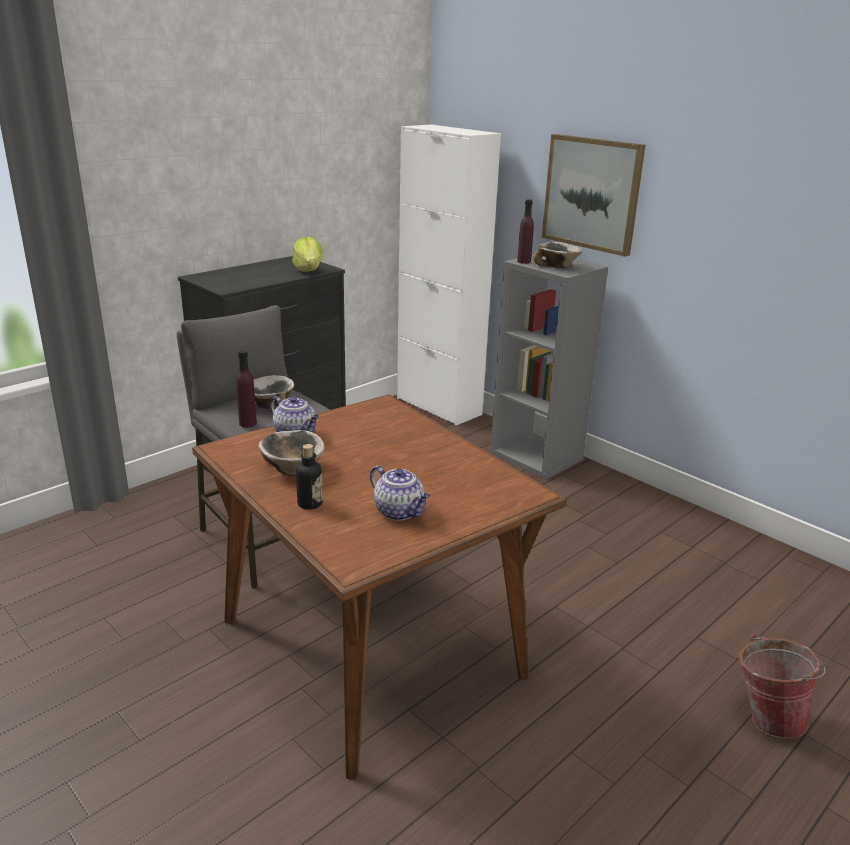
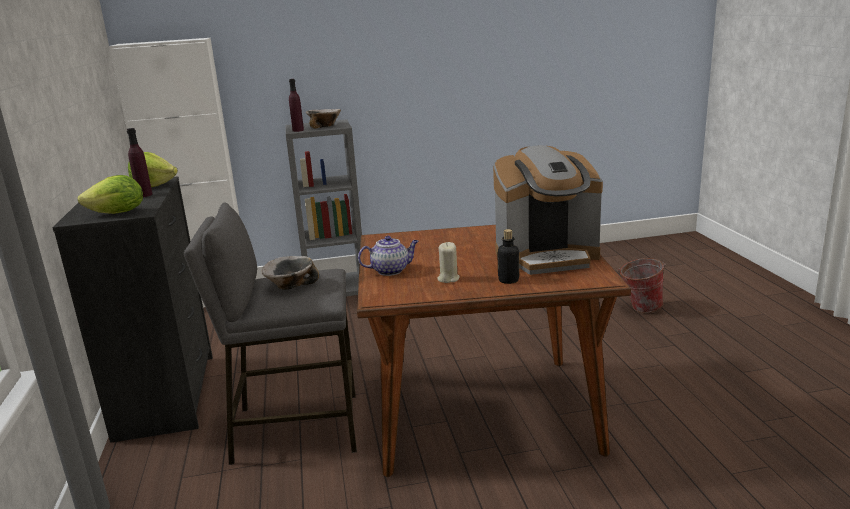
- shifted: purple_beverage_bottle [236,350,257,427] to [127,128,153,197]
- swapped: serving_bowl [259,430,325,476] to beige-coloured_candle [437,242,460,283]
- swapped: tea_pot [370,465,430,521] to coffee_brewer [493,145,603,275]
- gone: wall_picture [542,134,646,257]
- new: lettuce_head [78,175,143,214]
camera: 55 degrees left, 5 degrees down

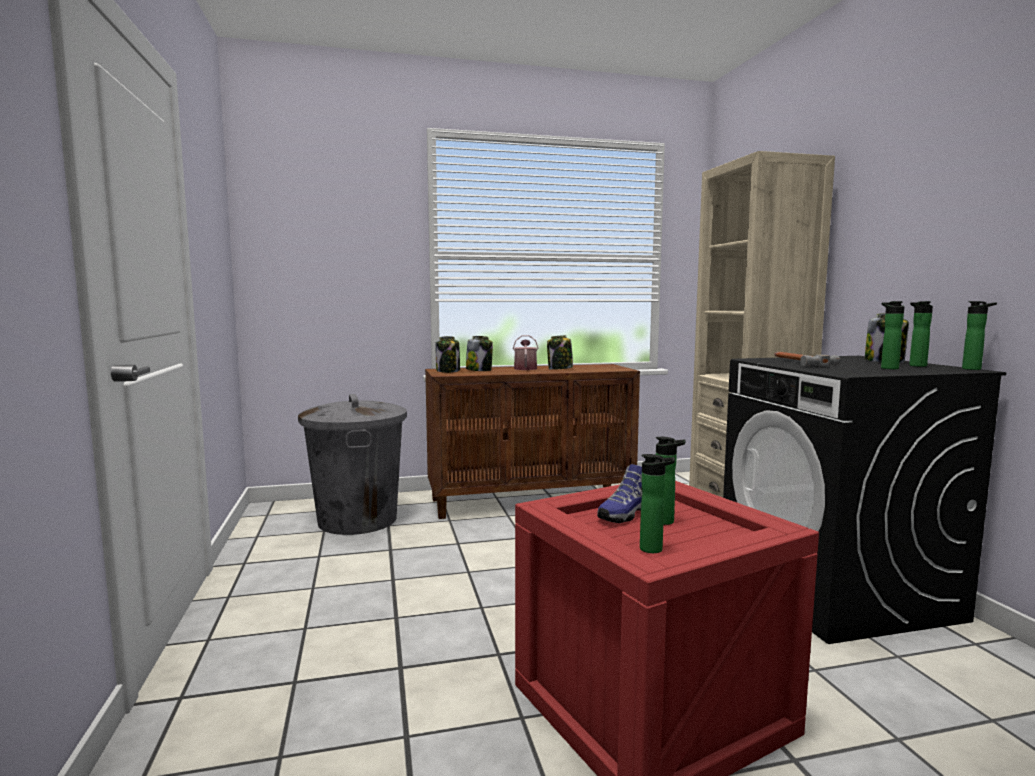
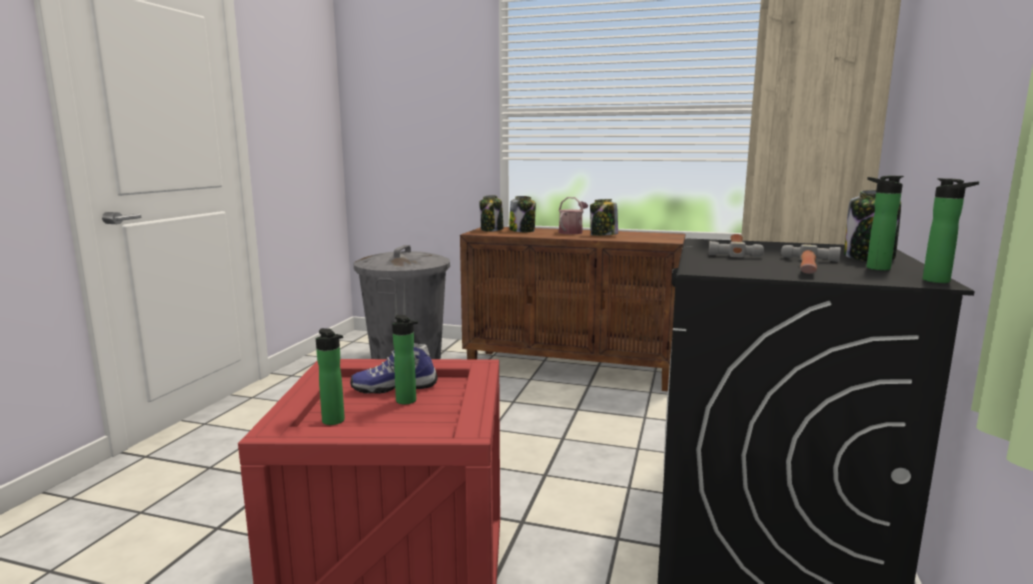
- swapped: beverage_bottle [881,301,905,369] to hammer [781,244,841,274]
camera: 30 degrees right, 5 degrees up

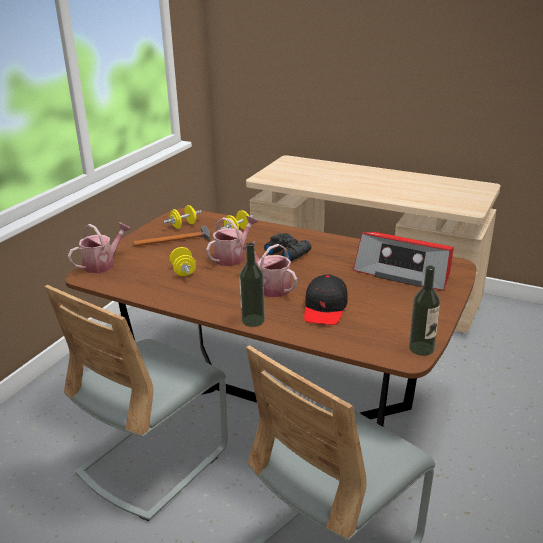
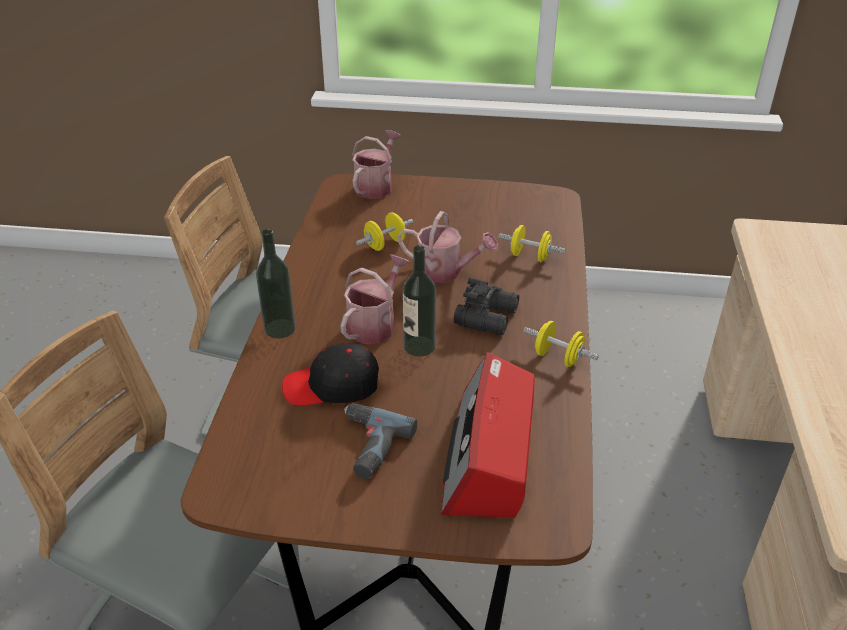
- rotated: watering_can [68,223,131,273] = [352,130,401,199] 90 degrees counterclockwise
- gone: hammer [133,226,210,247]
- shifted: yellowish_dumbbell [163,205,202,229] to [524,321,599,367]
- shifted: beverage_bottle [409,265,440,356] to [402,245,436,357]
- new: drill [344,403,417,479]
camera: 70 degrees right, 10 degrees up

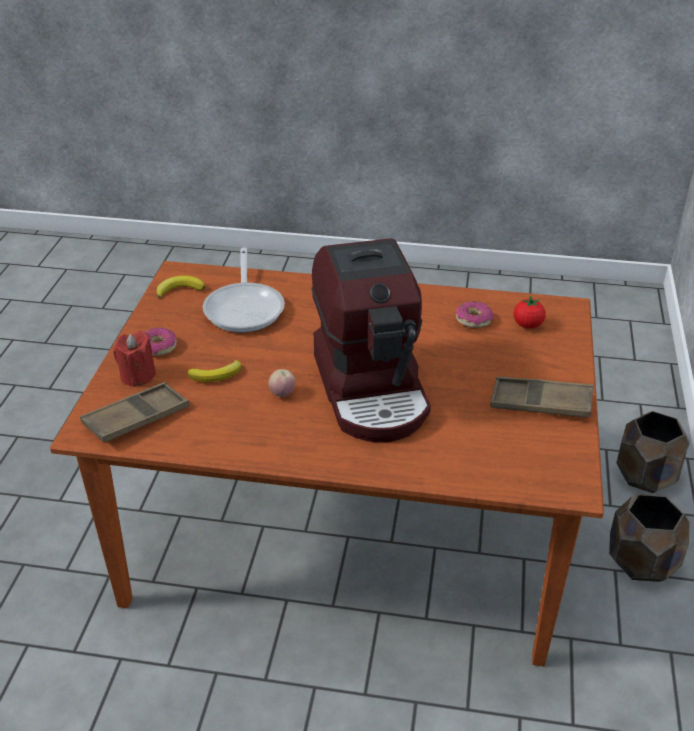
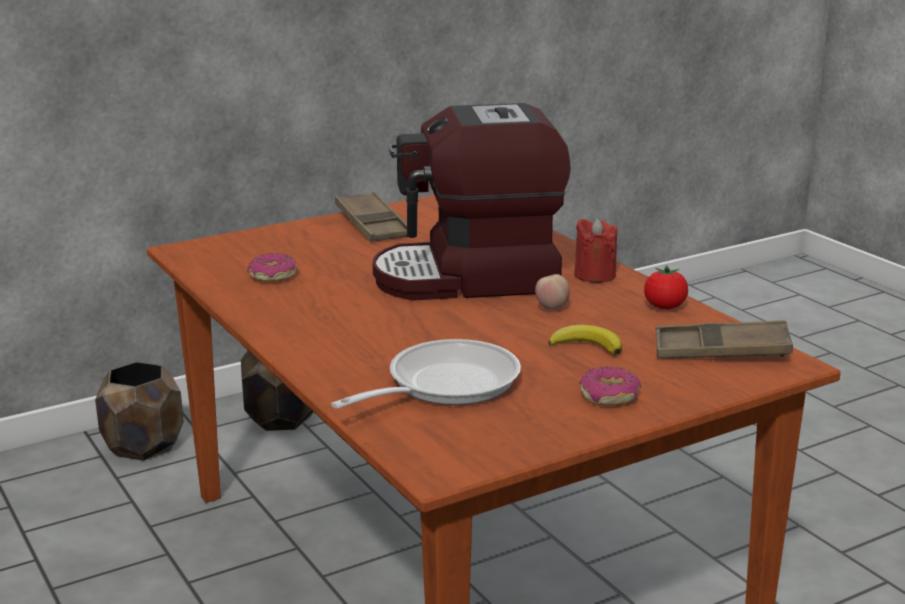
- shifted: reddish_candle [114,331,156,387] to [574,218,617,283]
- gone: banana [157,275,205,298]
- rotated: coffee_brewer [311,238,431,442] = [372,103,571,301] 135 degrees counterclockwise
- shifted: tomato [514,296,546,329] to [644,265,688,309]
camera: 130 degrees left, 15 degrees down

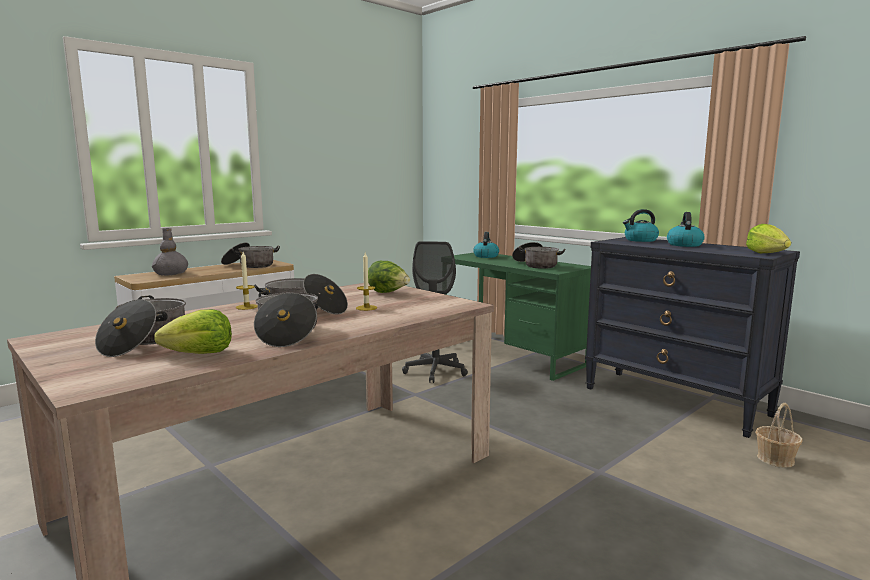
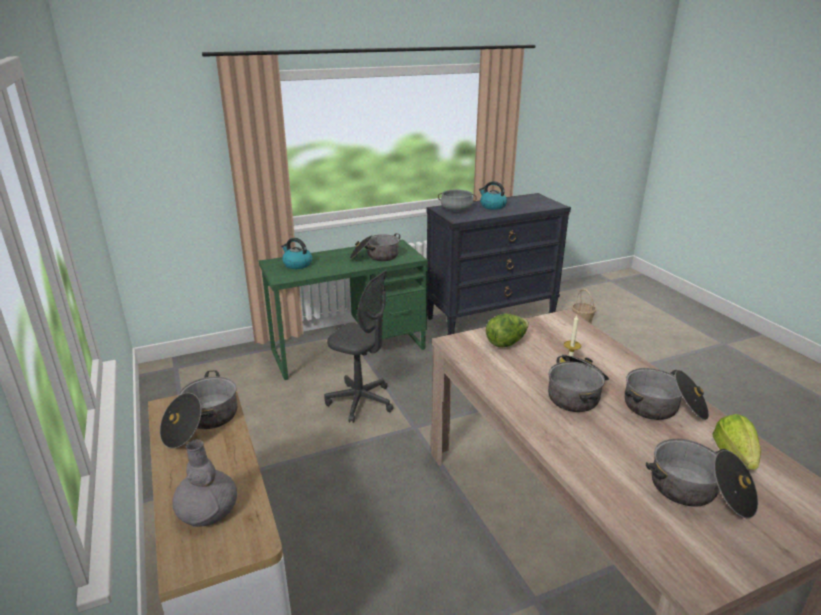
- gone: candle [236,252,258,310]
- swapped: water_kettle [623,209,659,242] to gray_saucepot [438,190,477,211]
- gone: lettuce_head [746,224,791,253]
camera: 70 degrees left, 15 degrees up

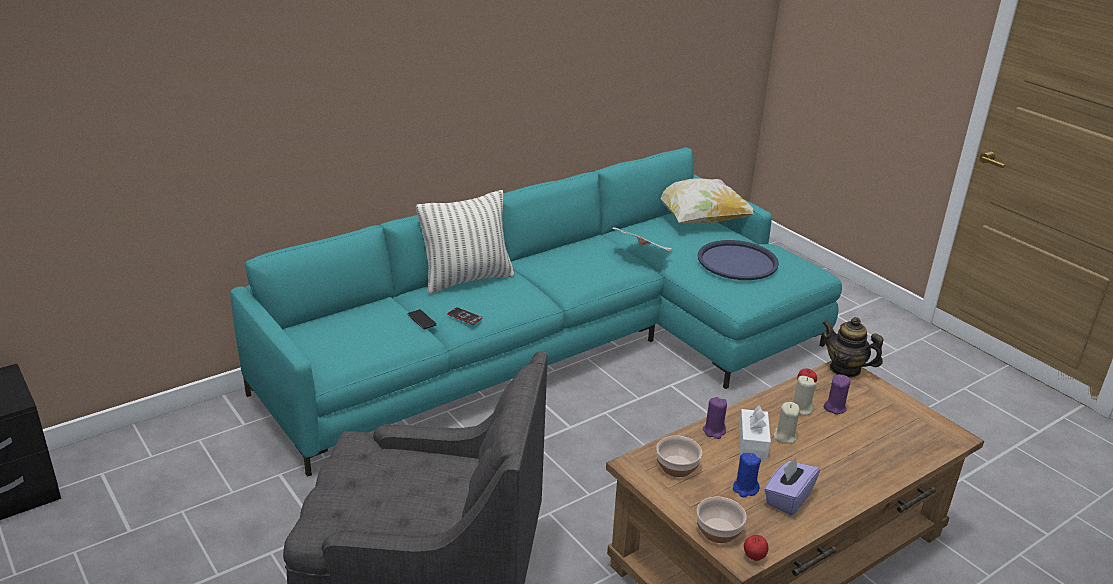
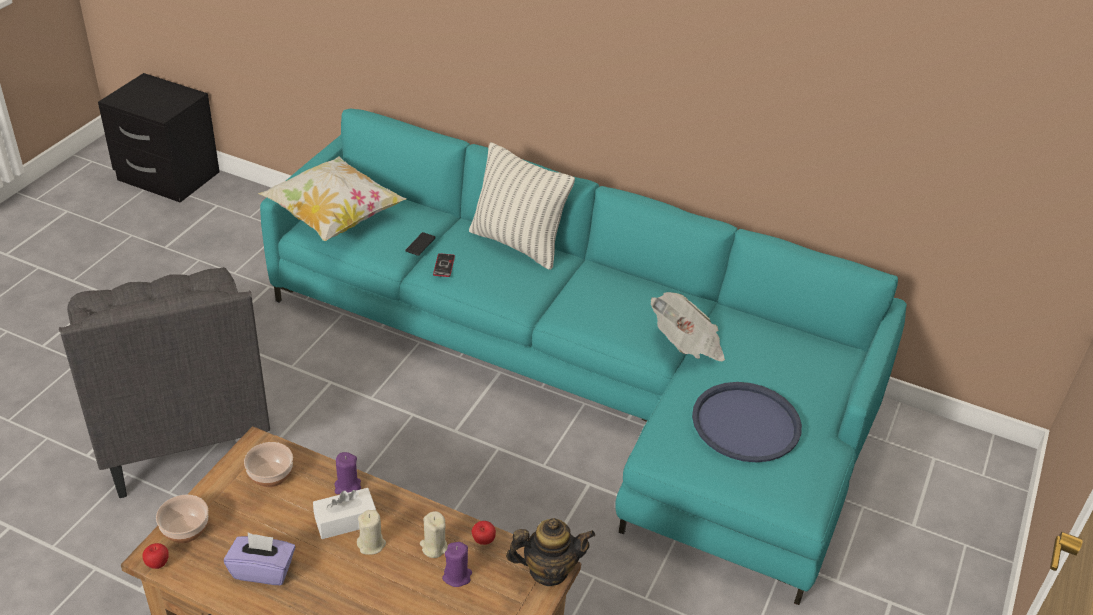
- shifted: cushion [660,178,754,224] to [258,156,406,241]
- gone: blue-coloured_candle [733,453,761,498]
- rotated: tea_pot [822,317,884,378] = [506,518,595,586] 75 degrees clockwise
camera: 60 degrees right, 10 degrees up

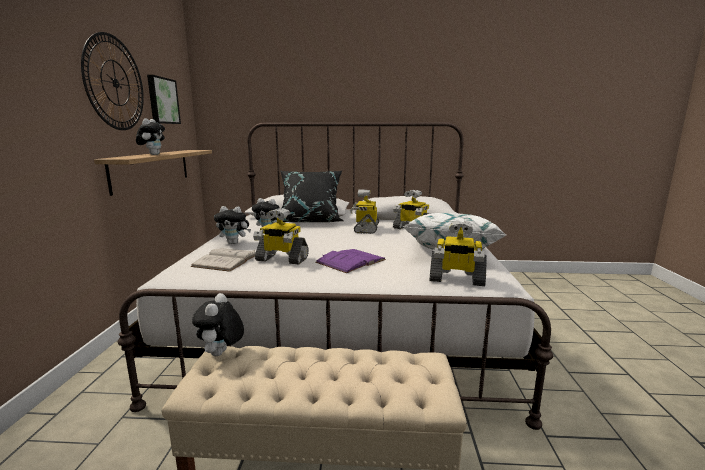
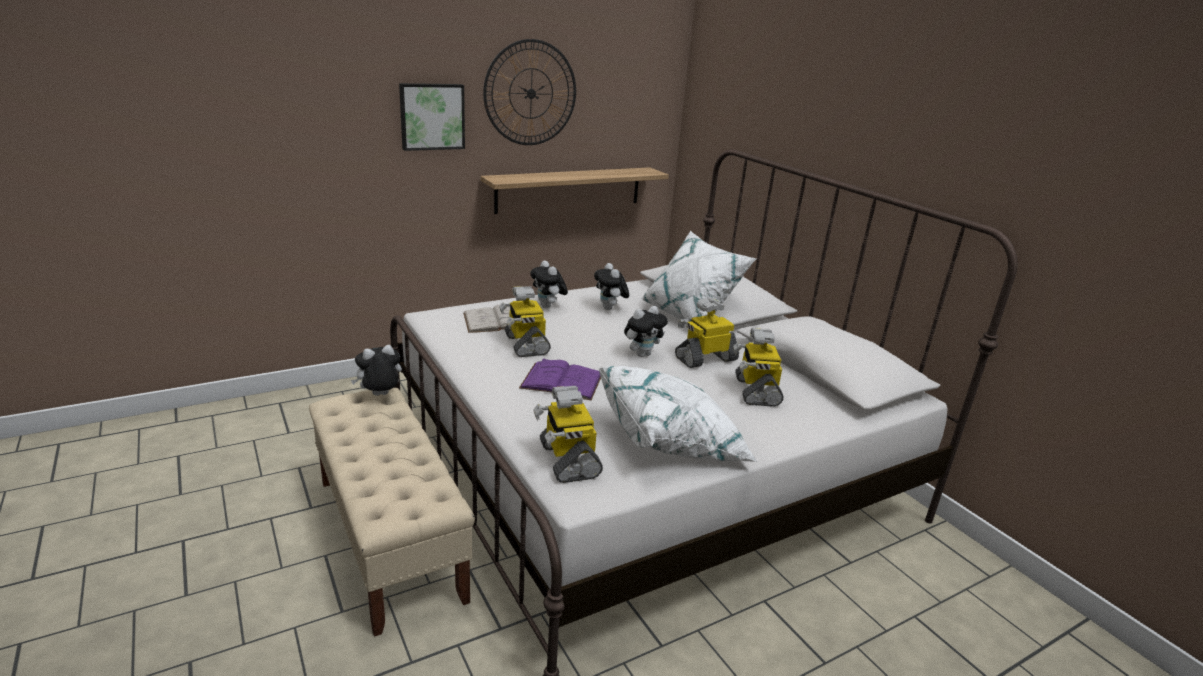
- shifted: plush_toy [136,118,165,155] to [624,306,668,357]
- shifted: wall_picture [147,75,181,124] to [399,83,465,151]
- repainted: blackish_cushion [280,170,343,222] to white_cushion [641,231,756,322]
camera: 55 degrees right, 10 degrees up

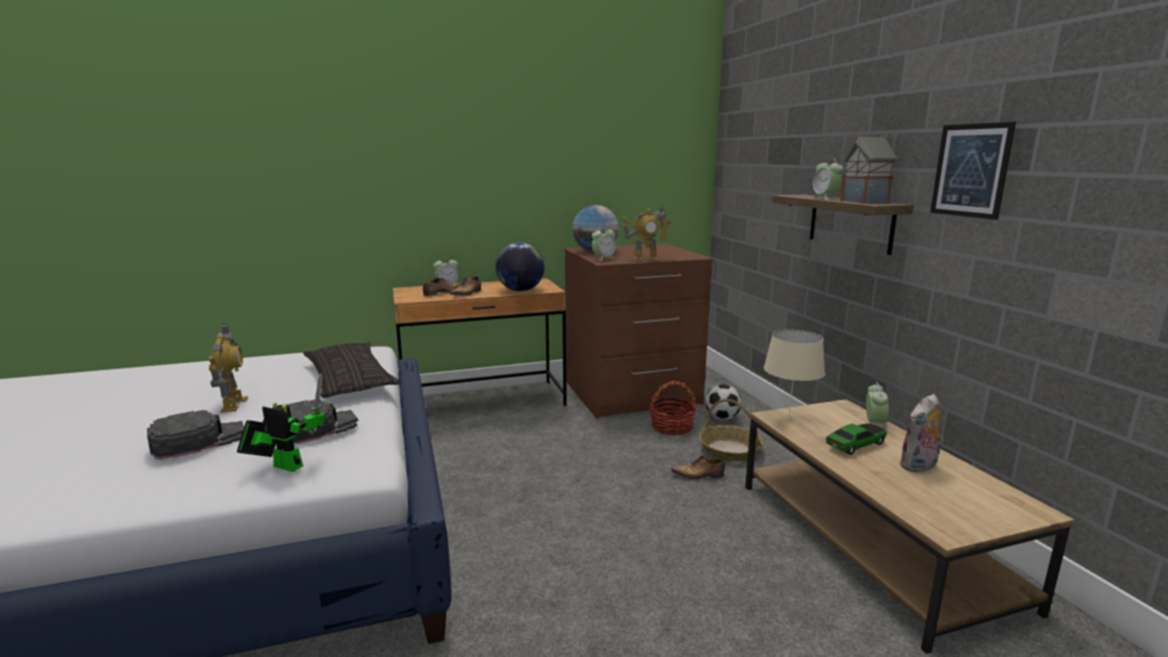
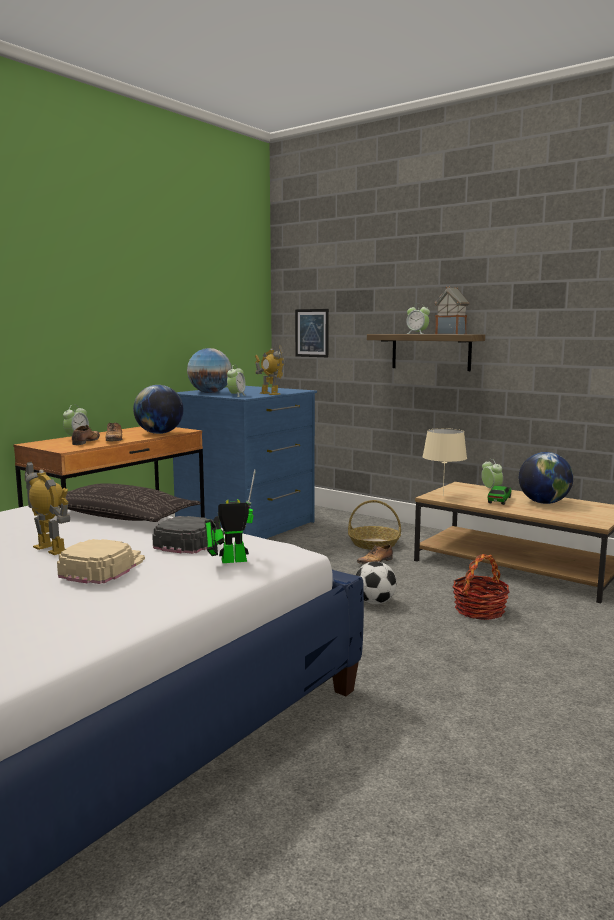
- repainted: blackish_peaked_cap [147,410,244,460] to beige-coloured_peaked_cap [57,539,145,584]
- repainted: brownish_chest_of_drawers [564,243,714,419] to blue-coloured_chest_of_drawers [173,386,317,539]
- rotated: model_robot [622,205,671,261] = [255,346,285,395] 90 degrees clockwise
- shifted: basket [649,381,698,435] to [453,554,510,620]
- shifted: football_ball [705,384,742,420] to [356,561,397,604]
- swapped: plush_toy [899,394,944,473] to world_globe [519,452,573,504]
- shifted: wall_picture [930,122,1016,220] to [295,309,329,357]
camera: 35 degrees left, 5 degrees down

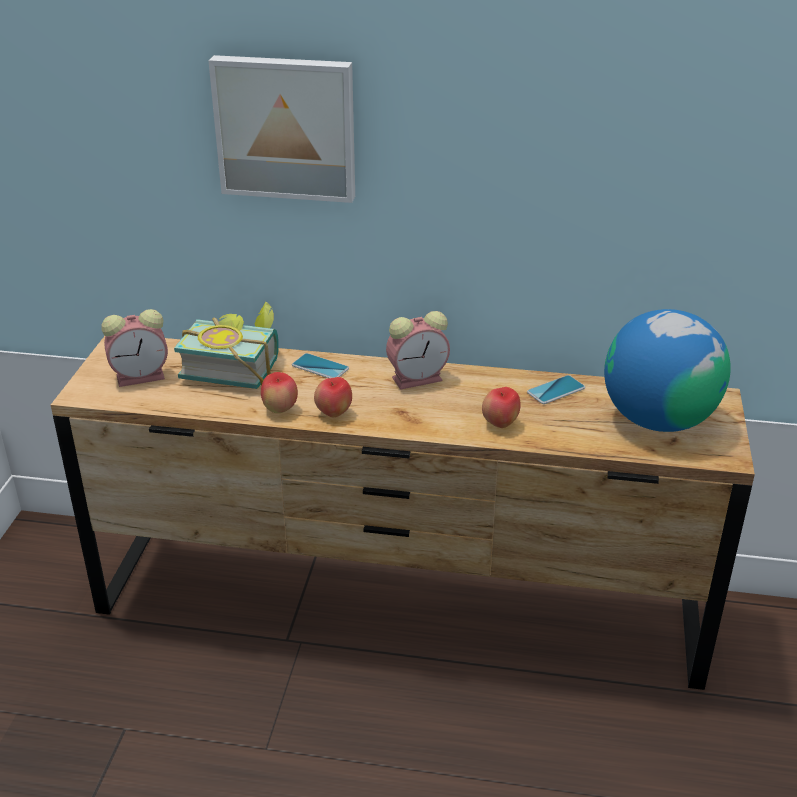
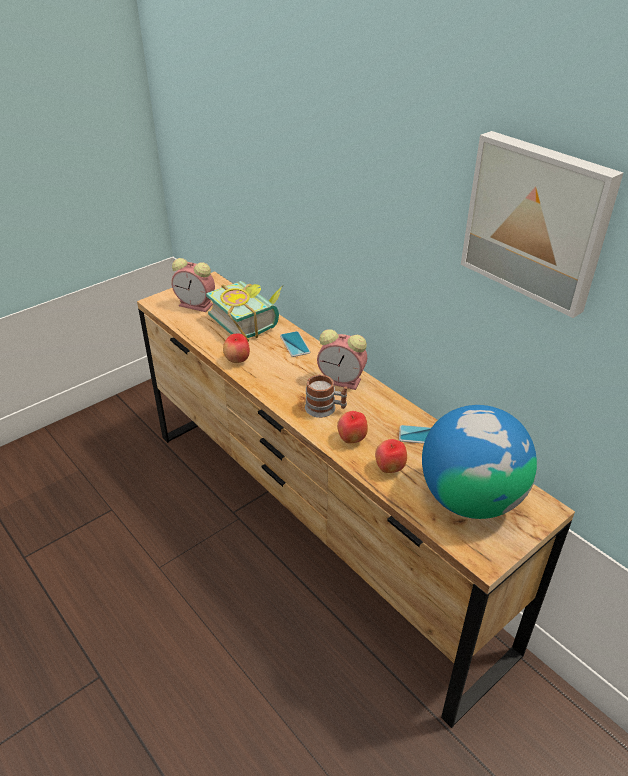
- shifted: wall_picture [208,55,355,203] to [461,131,623,318]
- shifted: apple_fruit [314,377,352,417] to [375,439,407,473]
- new: coffee_mug [305,374,347,418]
camera: 40 degrees right, 5 degrees up

